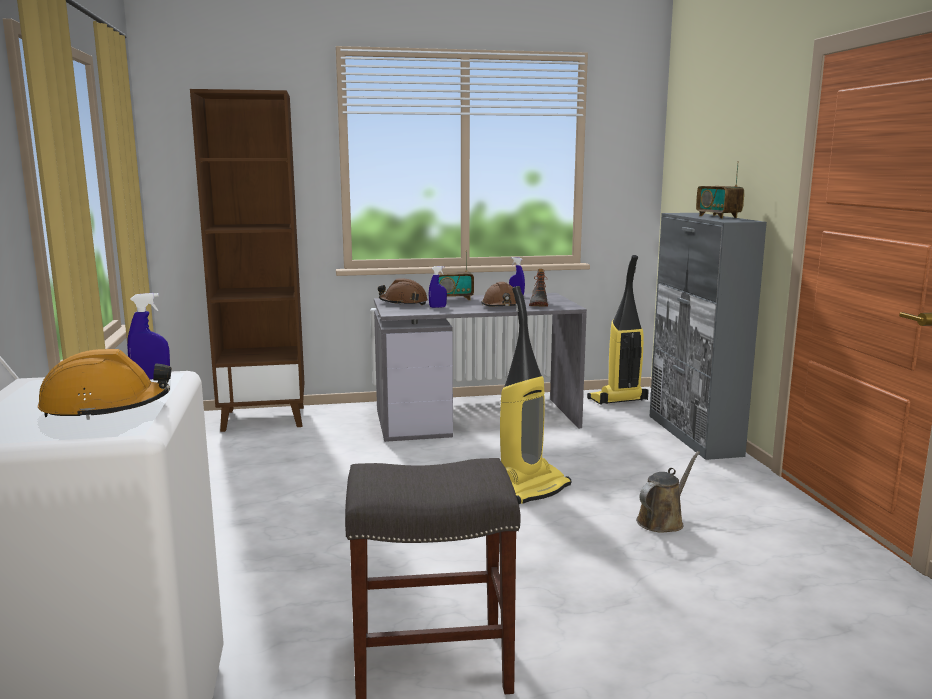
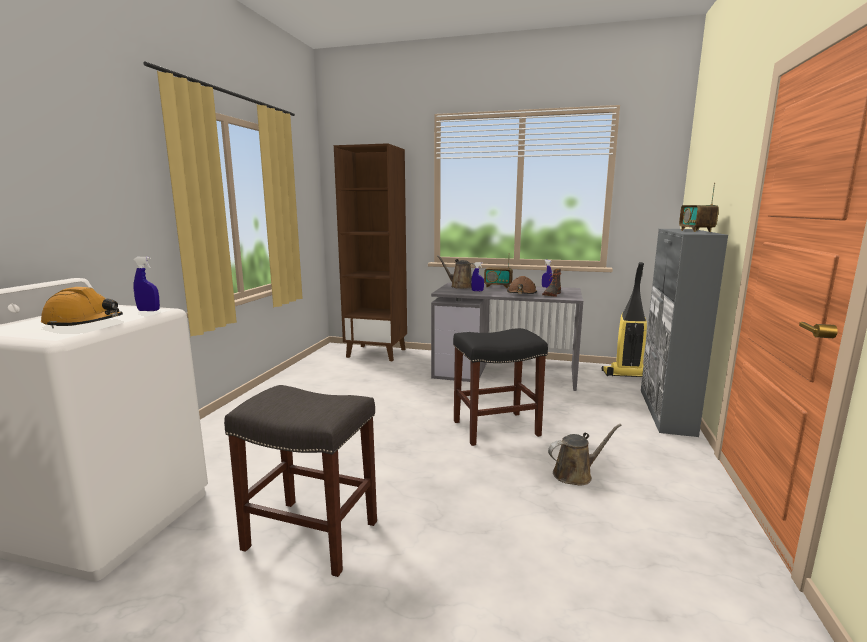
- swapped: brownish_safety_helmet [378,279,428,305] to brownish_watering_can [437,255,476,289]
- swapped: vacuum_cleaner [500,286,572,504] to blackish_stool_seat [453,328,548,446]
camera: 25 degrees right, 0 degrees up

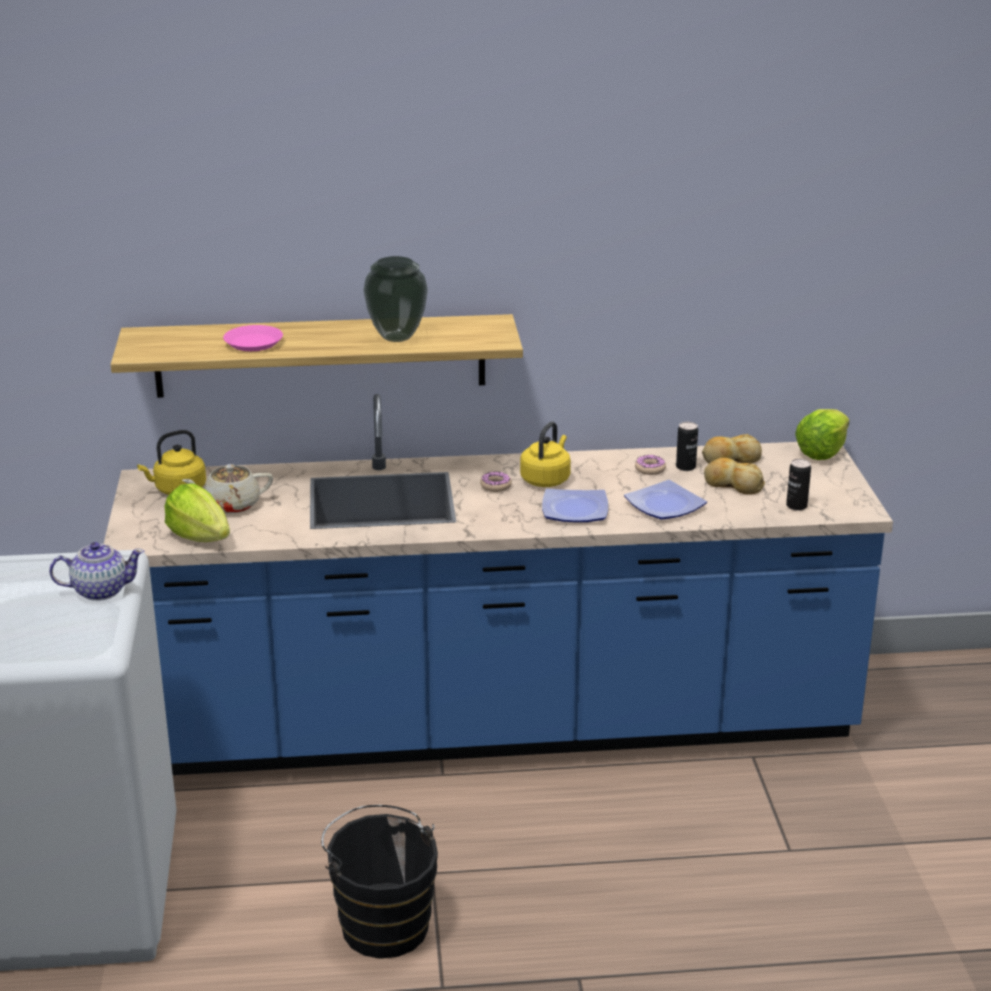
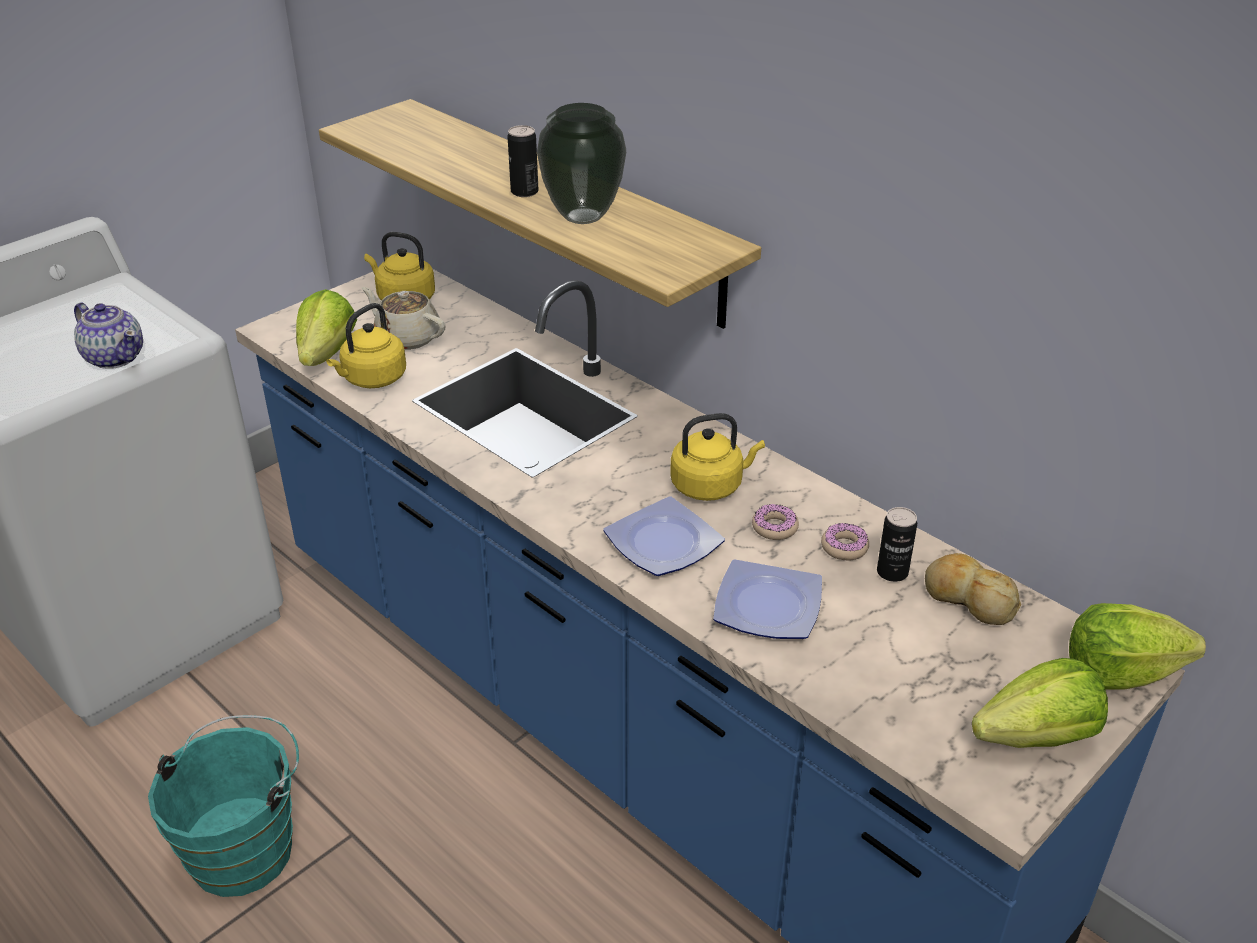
- gone: pinkish_plate [223,325,283,351]
- repainted: blackish_pail [321,805,438,959] to turquoise_pail [148,715,299,897]
- shifted: ring_doughnut [480,472,512,492] to [752,504,799,540]
- gone: bakery_bread [704,458,765,494]
- shifted: can [786,459,811,511] to [508,125,539,197]
- new: yellowish_water_kettle [326,303,406,388]
- new: lettuce_head [972,658,1108,748]
camera: 50 degrees right, 10 degrees up

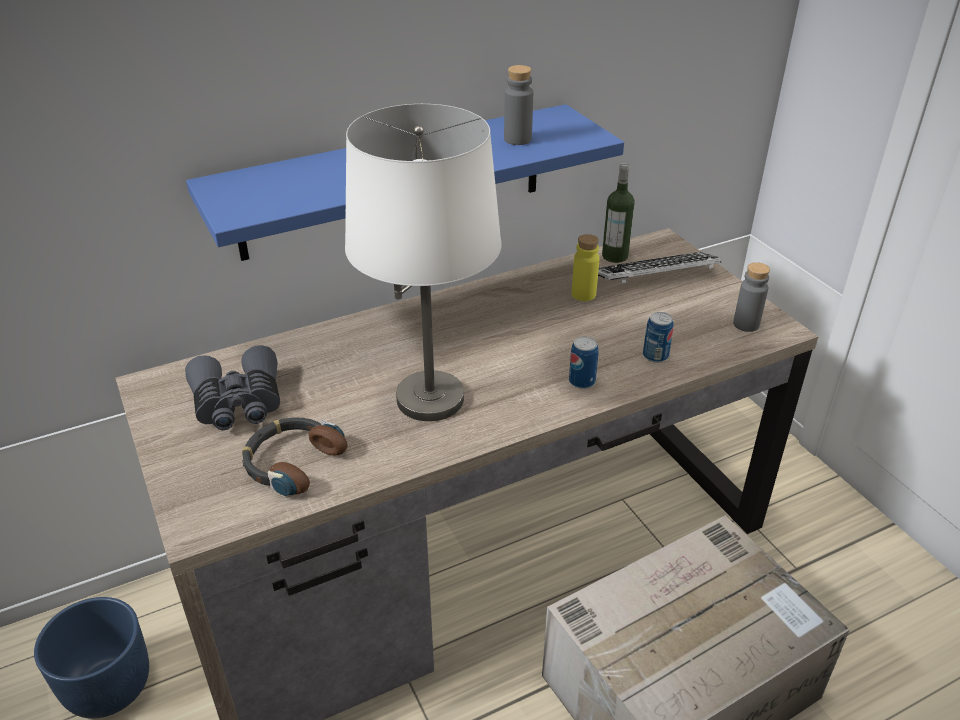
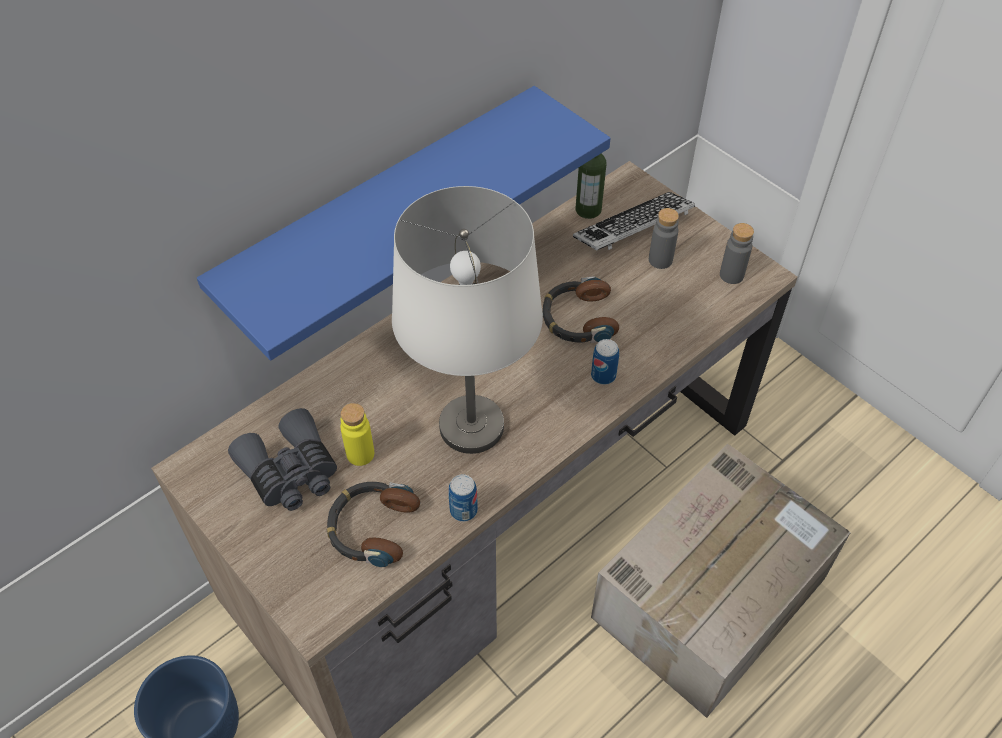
- shifted: gray_beverage_bottle [504,65,533,145] to [649,208,679,269]
- shifted: yellowish_beverage_bottle [572,234,600,301] to [340,403,374,466]
- shifted: can [643,312,674,363] to [448,474,478,522]
- new: headset [542,276,619,343]
camera: 15 degrees left, 15 degrees up

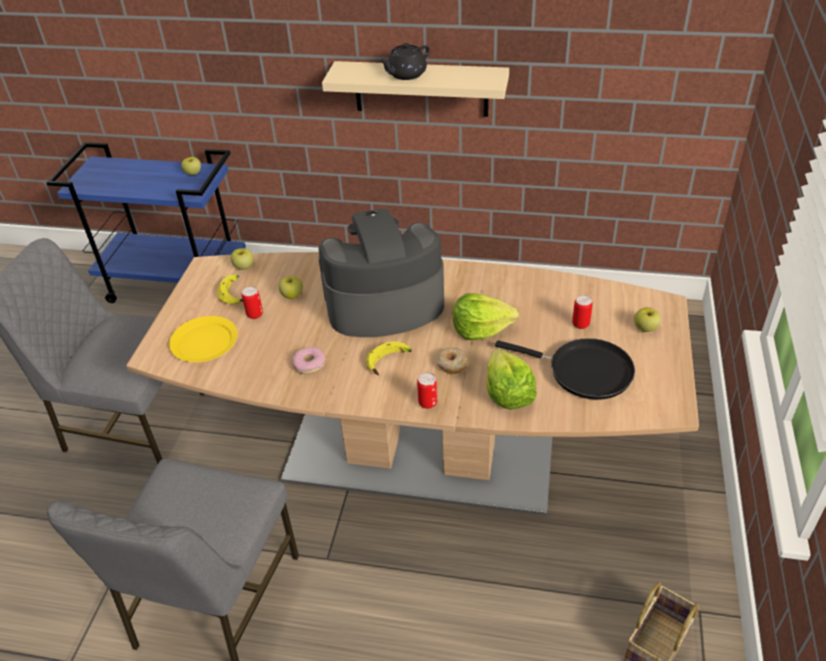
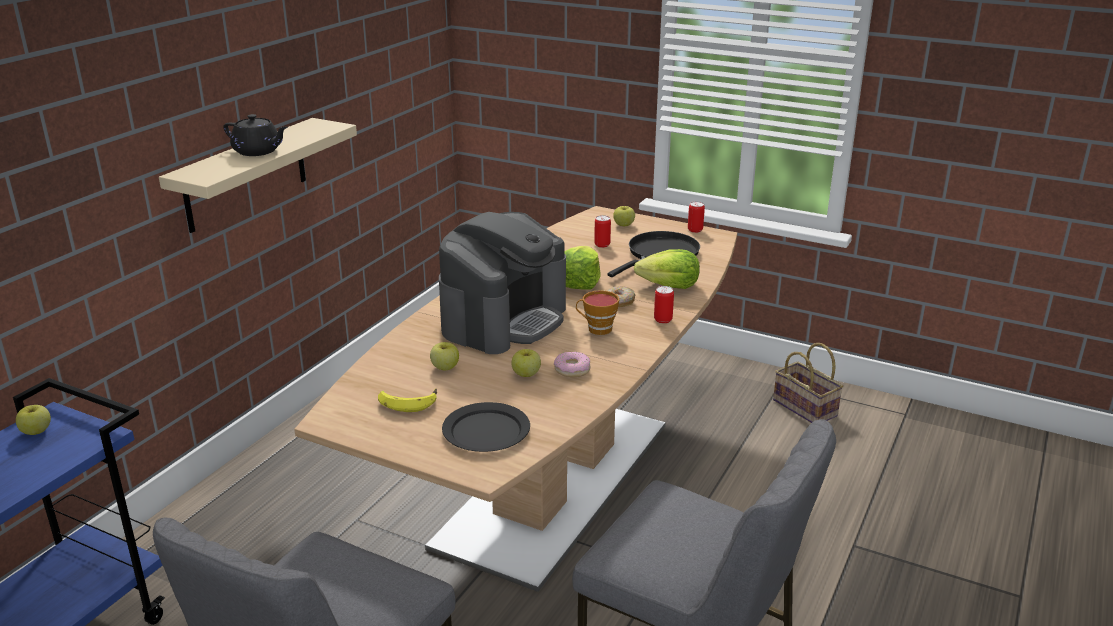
- repainted: yellowish_plate [169,316,238,362] to blackish_plate [442,402,530,452]
- shifted: apple_fruit [231,248,254,270] to [511,349,541,377]
- shifted: can [242,286,263,319] to [688,201,705,233]
- rotated: coffee_brewer [319,209,444,337] = [439,212,566,354] 150 degrees counterclockwise
- swapped: banana [366,341,412,376] to drinking_cup [576,290,619,335]
- rotated: blackish_tea_pot [379,43,430,80] = [223,114,288,156] 45 degrees counterclockwise
camera: 75 degrees left, 15 degrees down

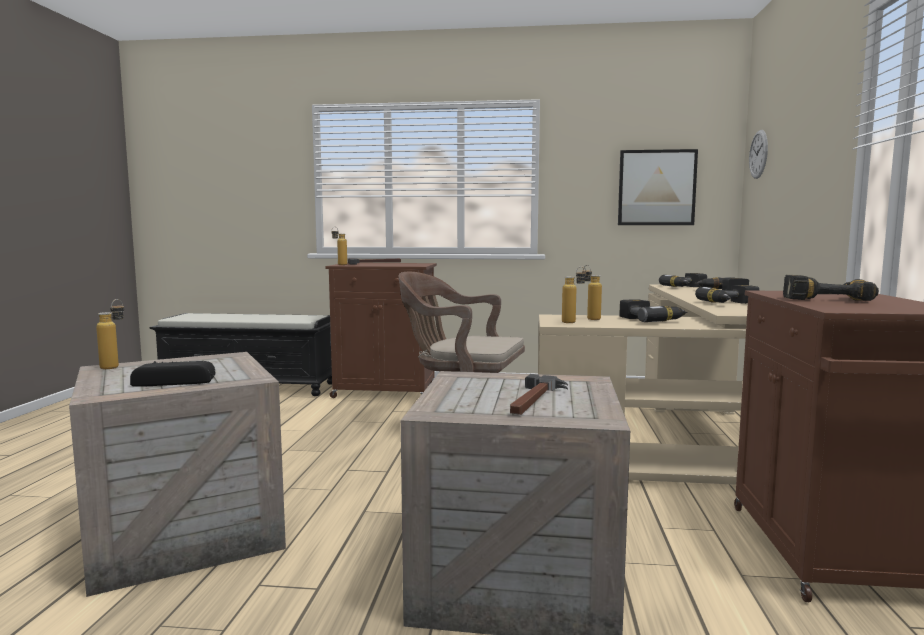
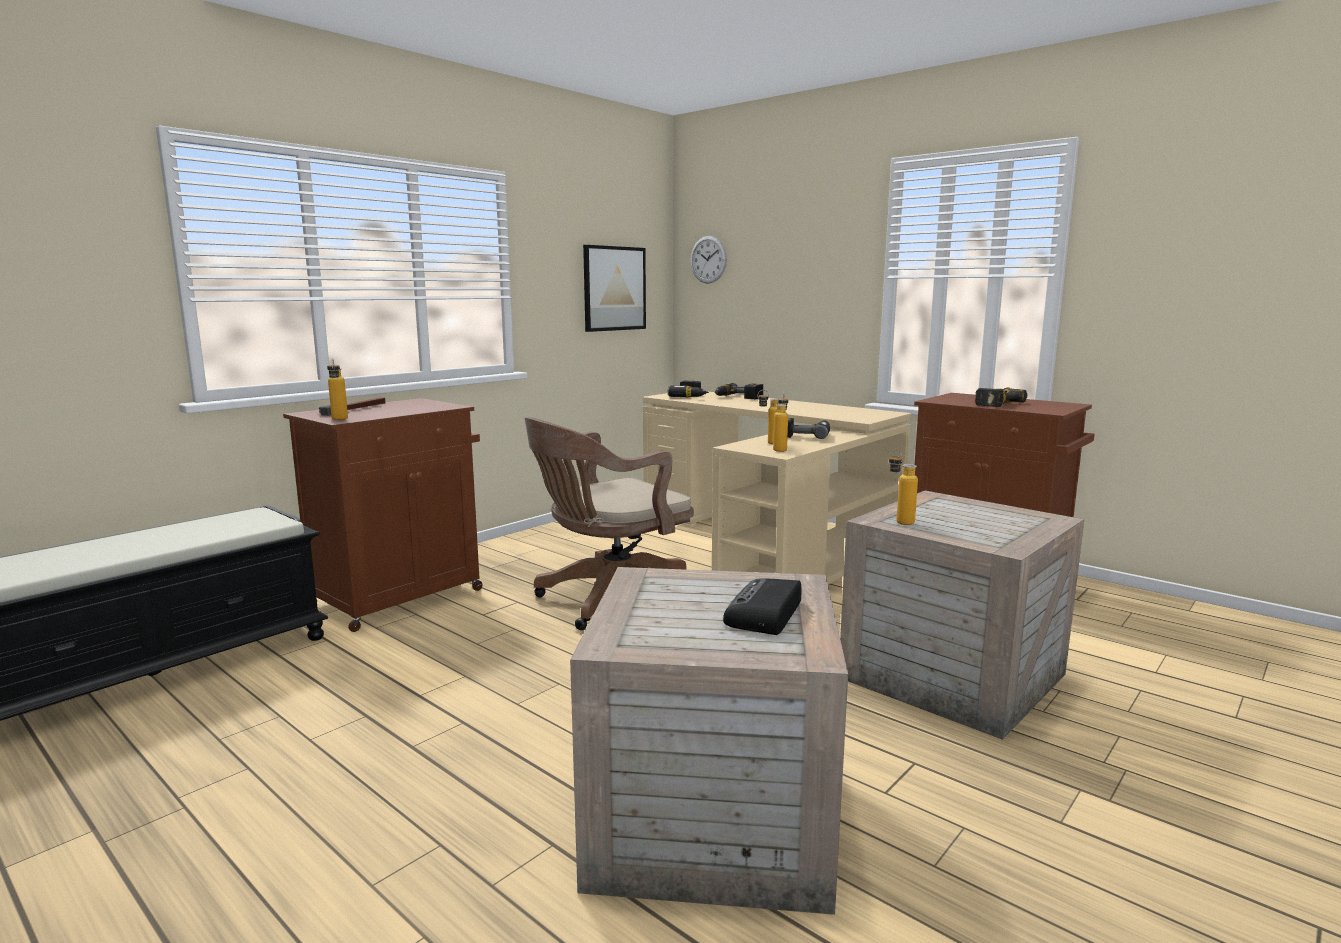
- shifted: beverage_bottle [96,299,124,369] to [889,450,918,525]
- gone: hammer [510,374,568,415]
- gone: drill [695,285,759,304]
camera: 55 degrees left, 5 degrees up

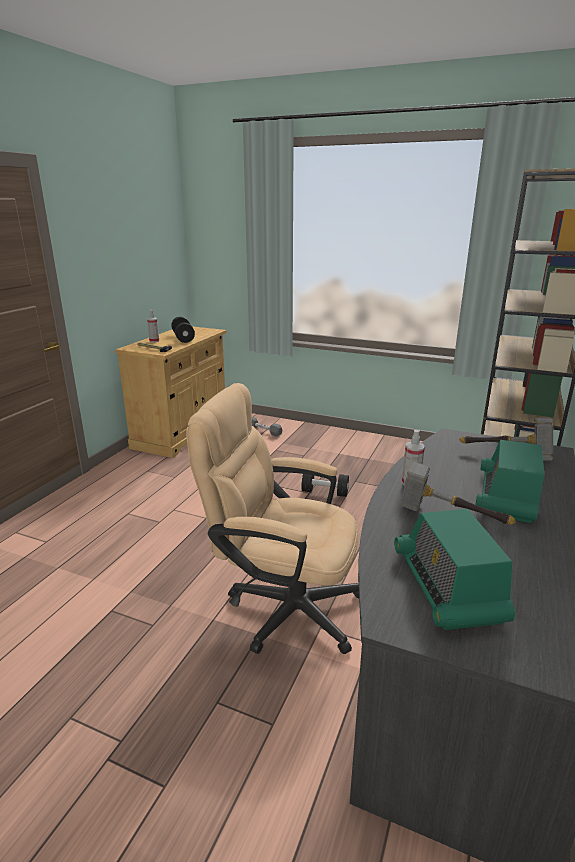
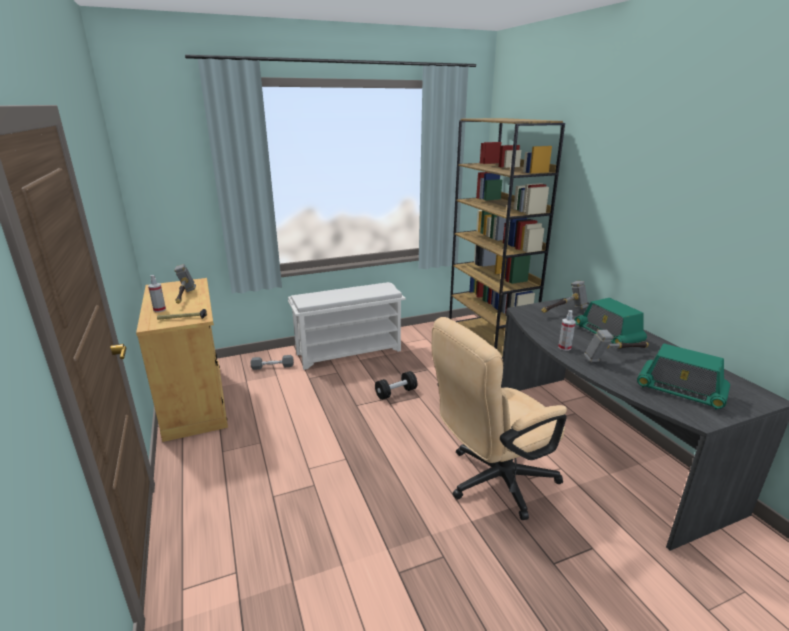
- swapped: blackish_dumbbell [171,317,195,343] to hammer [174,264,196,304]
- new: white_shoe_stand [288,282,406,370]
camera: 45 degrees left, 0 degrees up

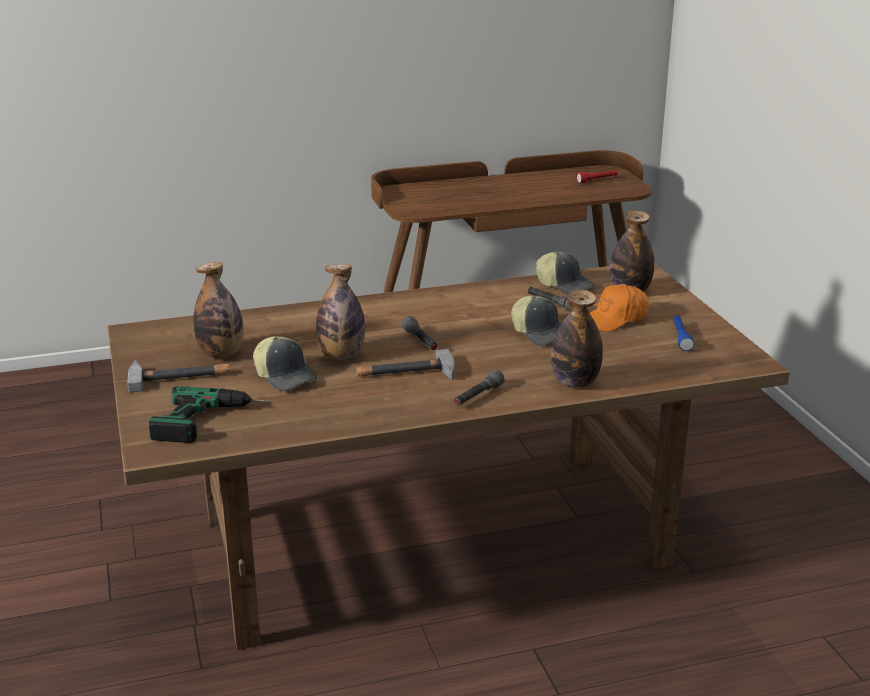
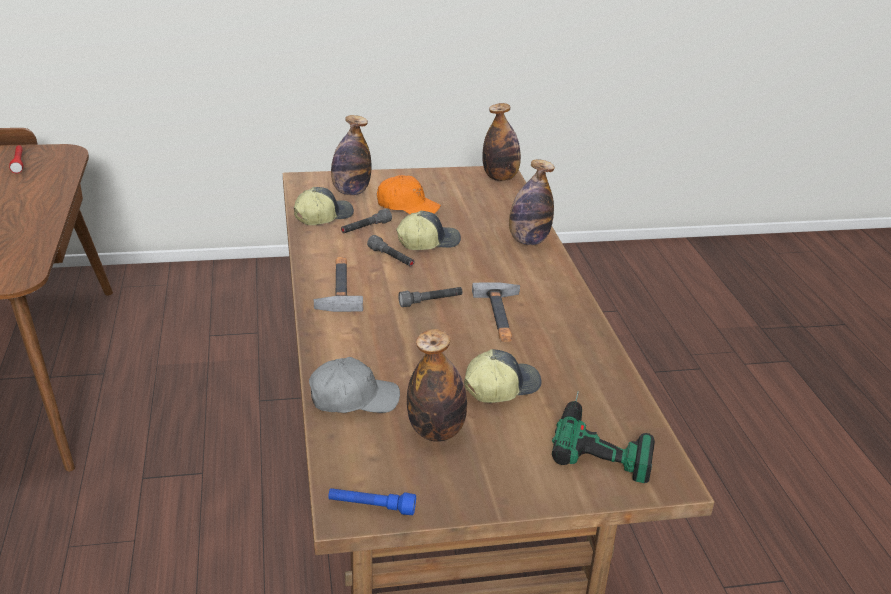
- shifted: hammer [127,360,230,392] to [313,257,363,312]
- shifted: beverage_bottle [316,264,365,360] to [482,103,521,181]
- shifted: gray_flashlight [454,370,505,406] to [367,235,414,267]
- rotated: orangey_peaked_cap [590,284,649,332] = [377,175,441,214] 45 degrees counterclockwise
- shifted: blue-coloured_flashlight [673,315,694,351] to [328,488,416,515]
- new: gray_peaked_cap [309,357,400,413]
camera: 85 degrees left, 5 degrees up

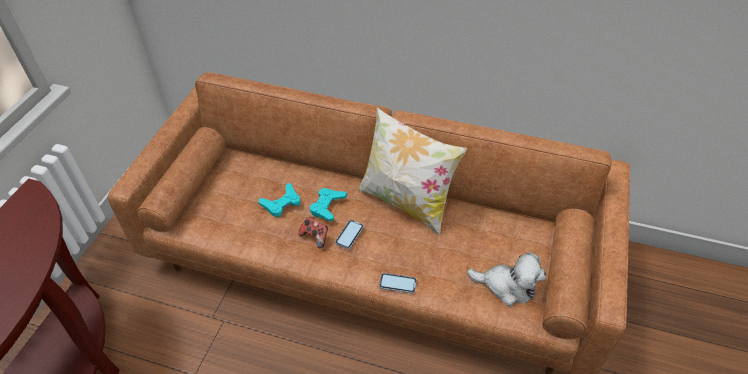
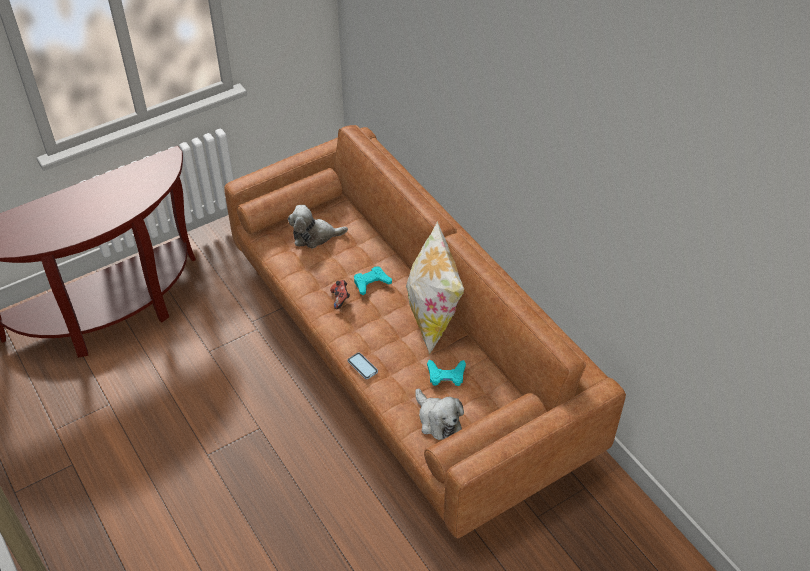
- shifted: turquoise_joypad [259,183,300,217] to [427,360,466,386]
- gone: telephone [335,220,364,249]
- new: plush_toy [288,205,348,249]
camera: 40 degrees right, 0 degrees up

